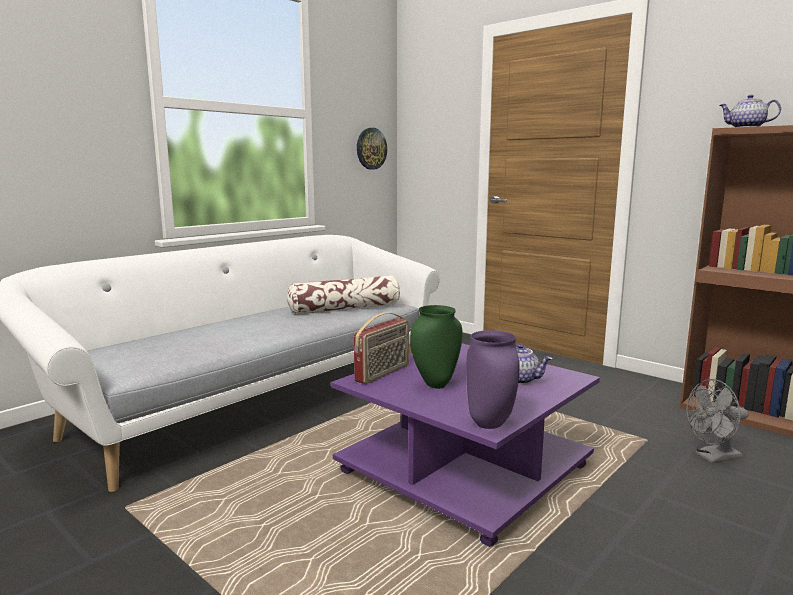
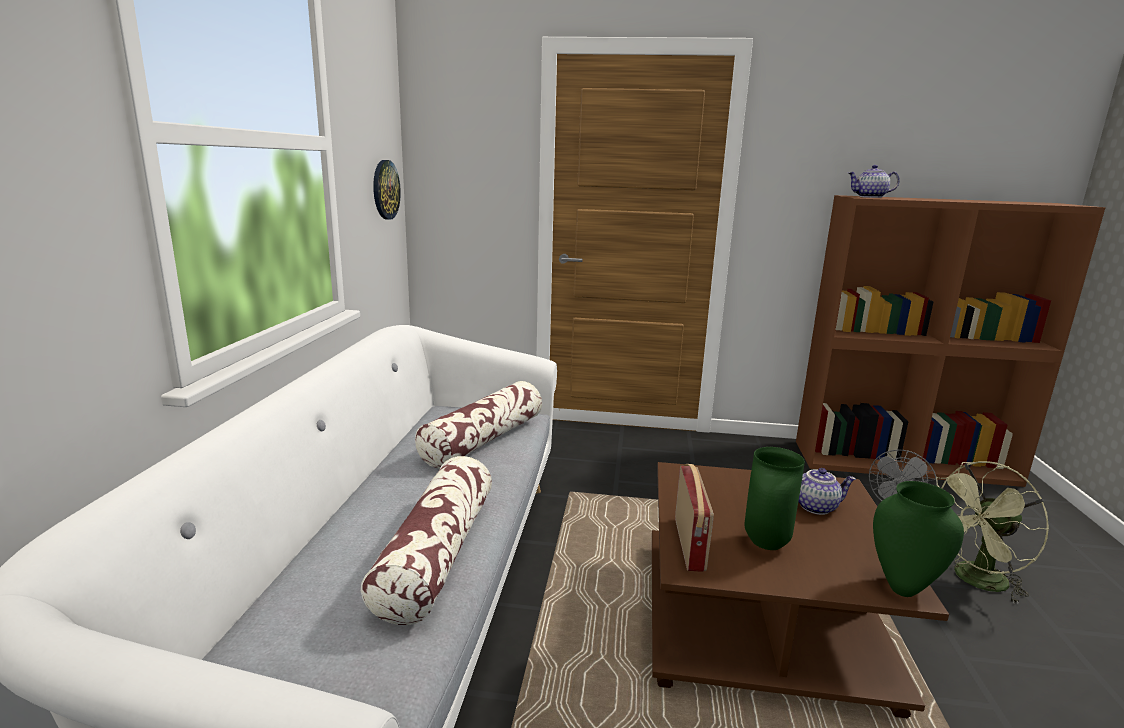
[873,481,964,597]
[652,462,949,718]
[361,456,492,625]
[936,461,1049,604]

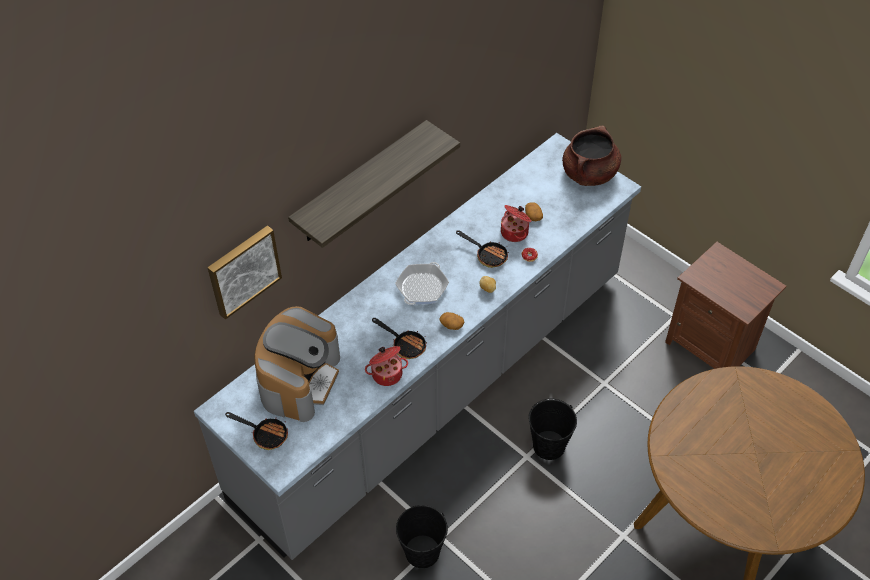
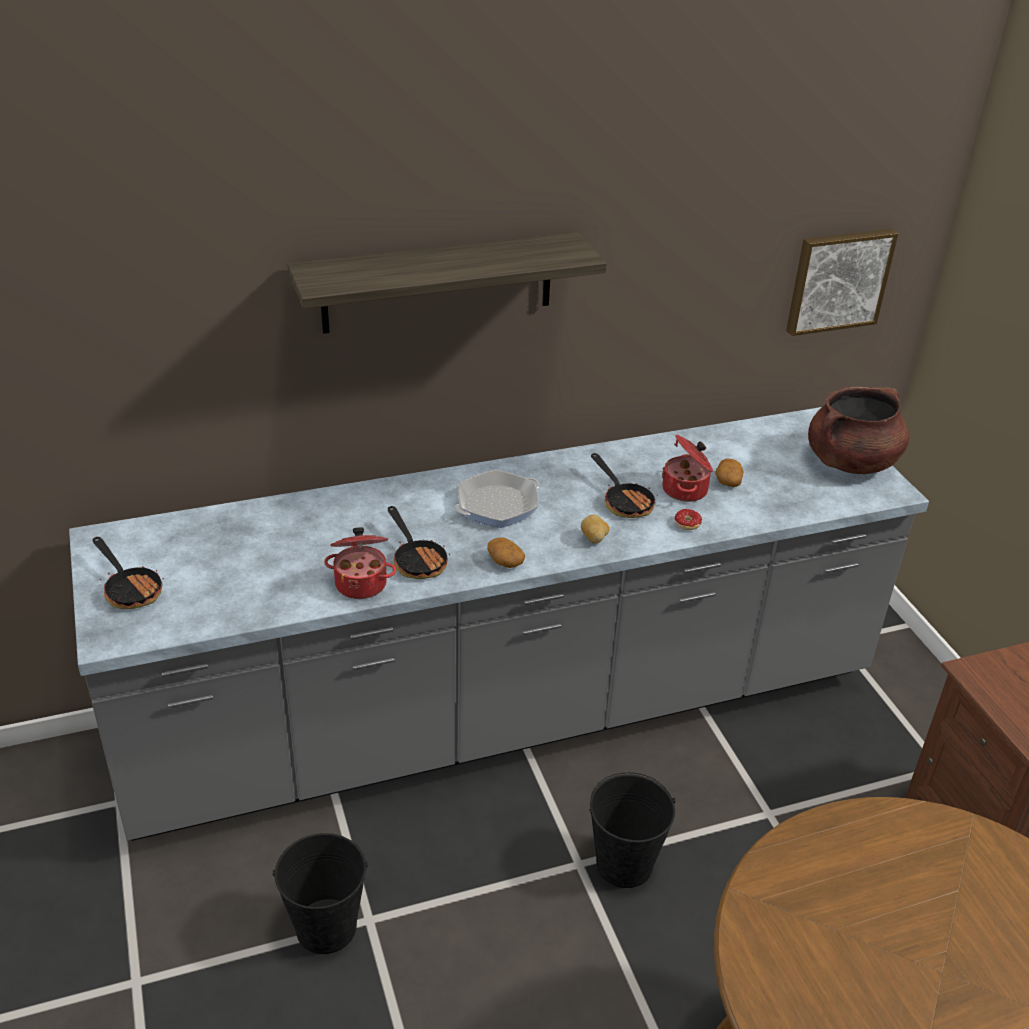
[786,229,898,336]
[254,306,340,422] (first image)

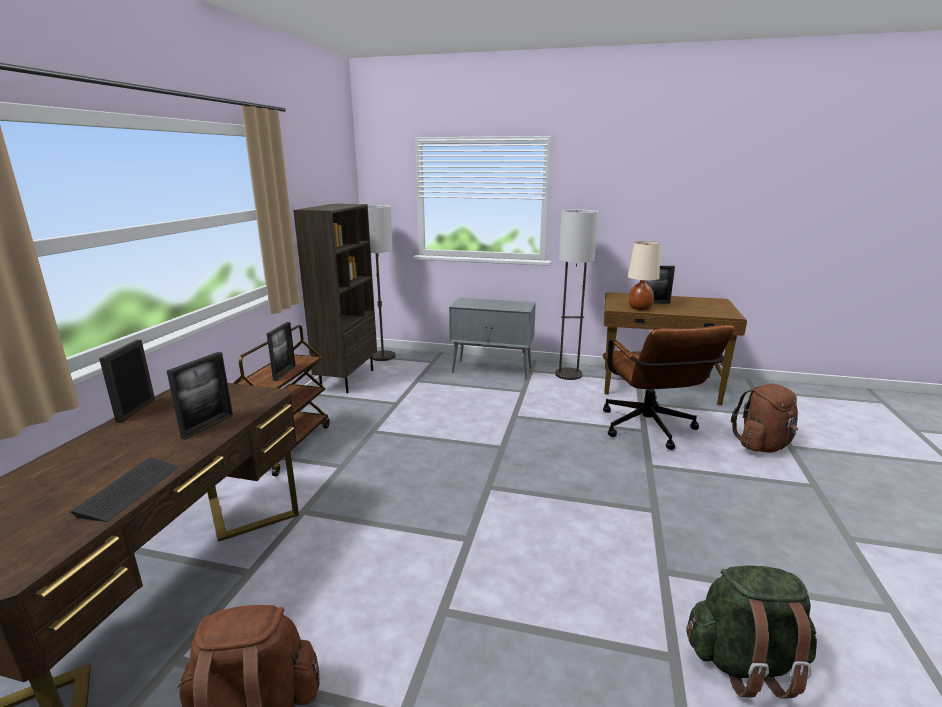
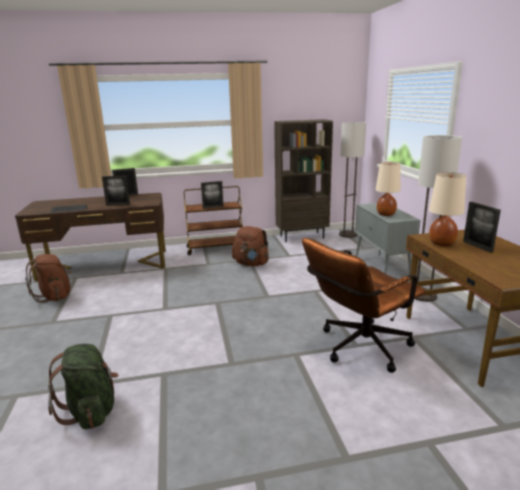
[232,226,269,266]
[376,162,401,216]

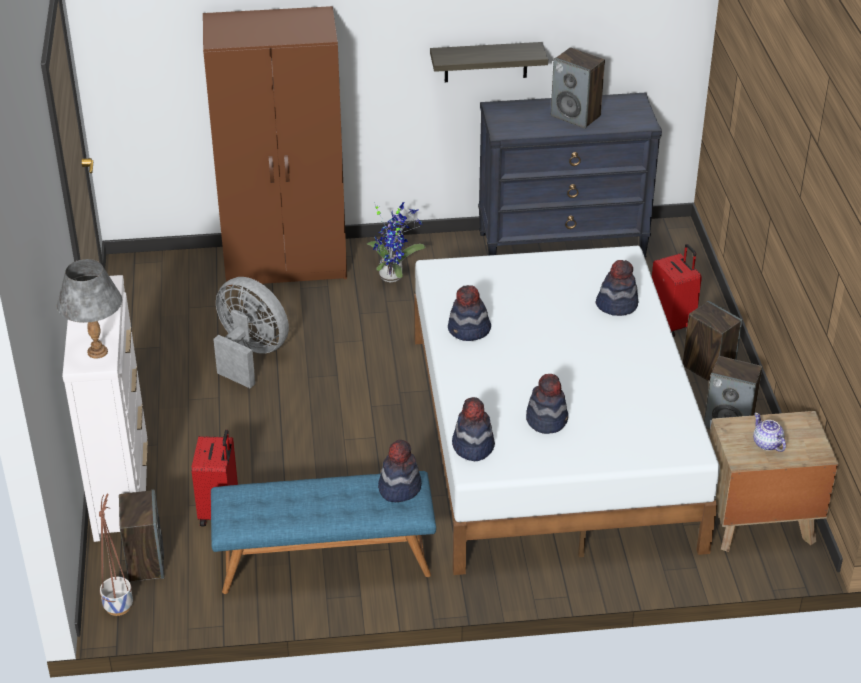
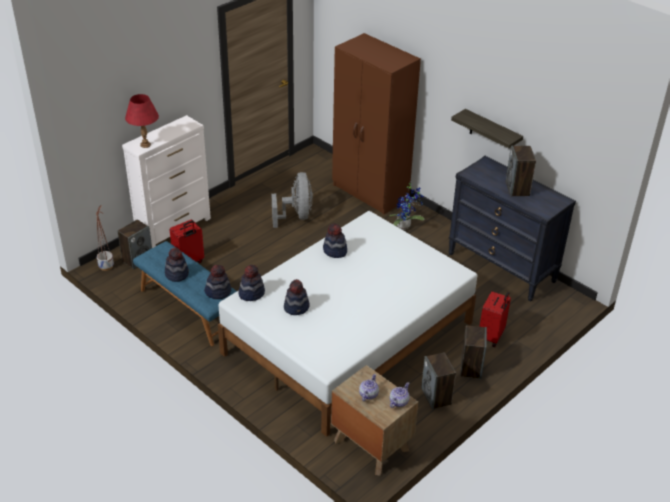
[125,94,159,148]
[165,248,189,282]
[390,382,410,408]

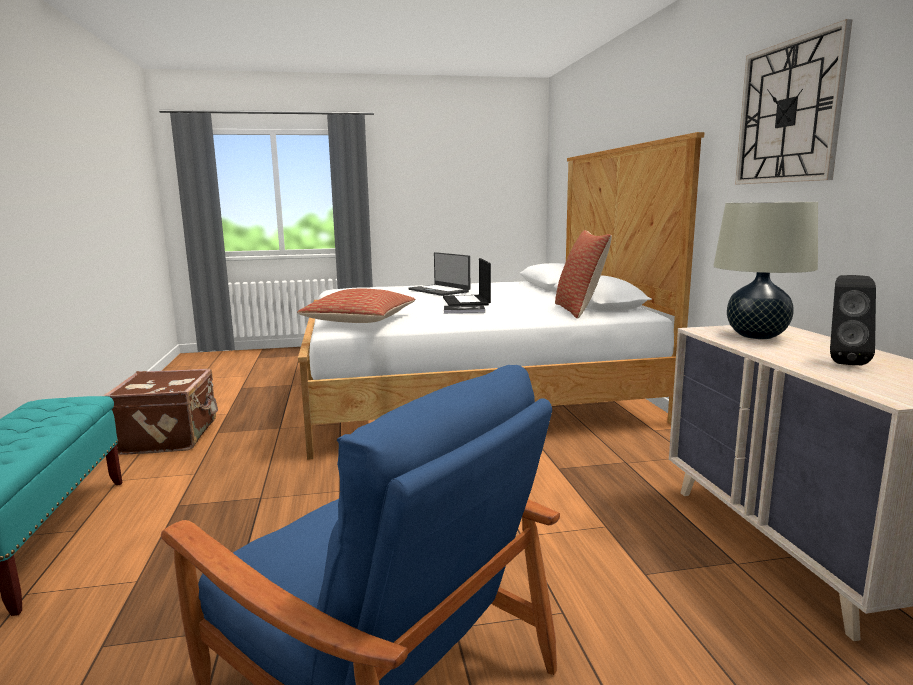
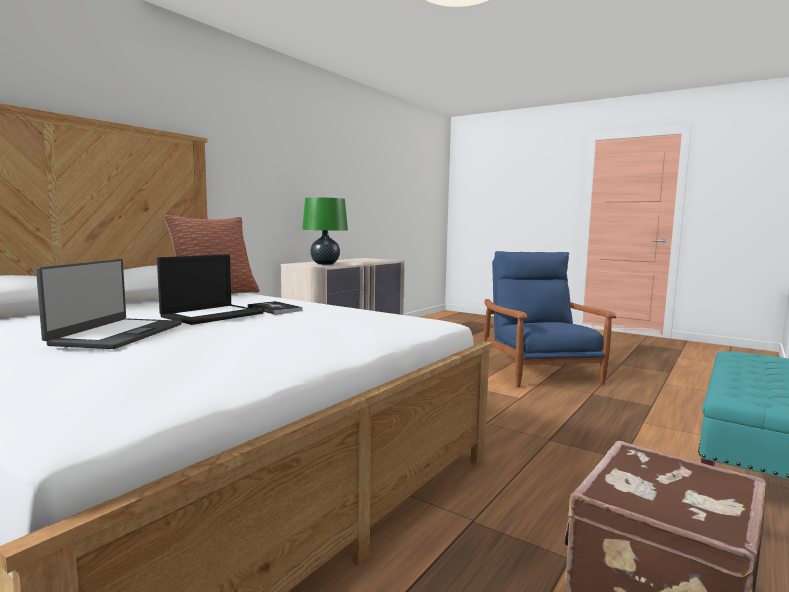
[735,19,853,184] (first image)
[302,197,348,265]
[830,275,876,365] (first image)
[297,289,415,323] (first image)

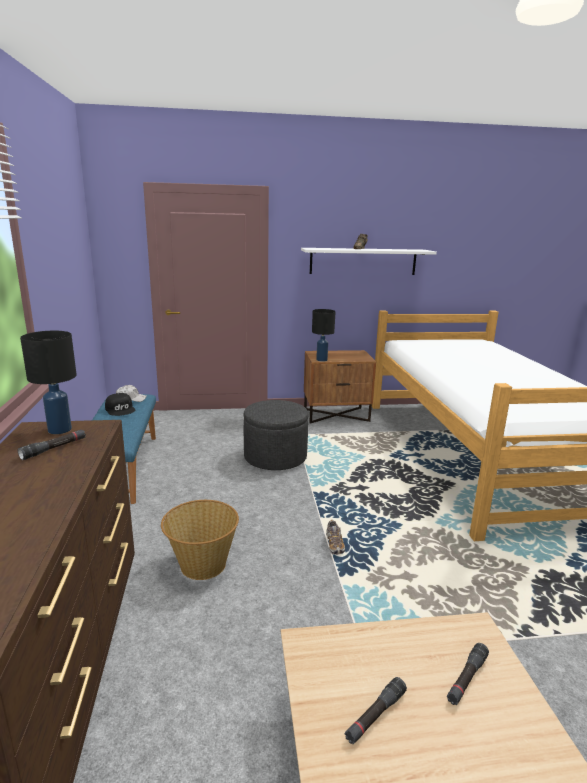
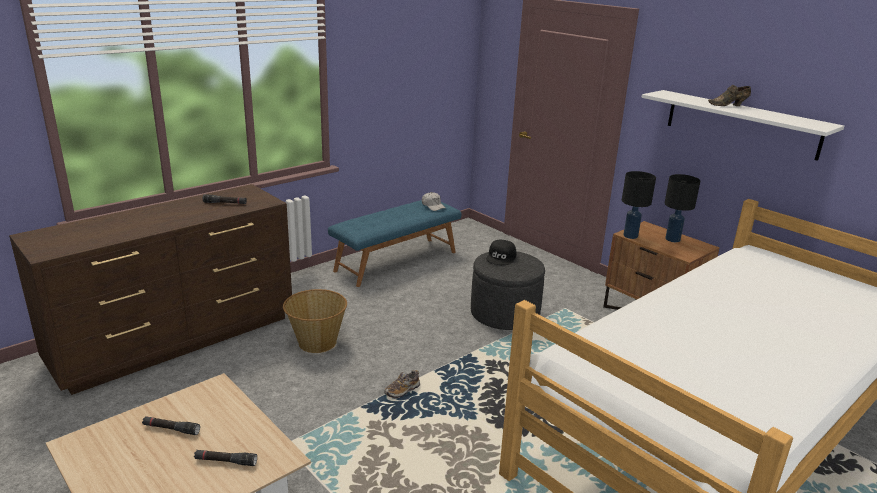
[665,174,700,242]
[486,240,516,265]

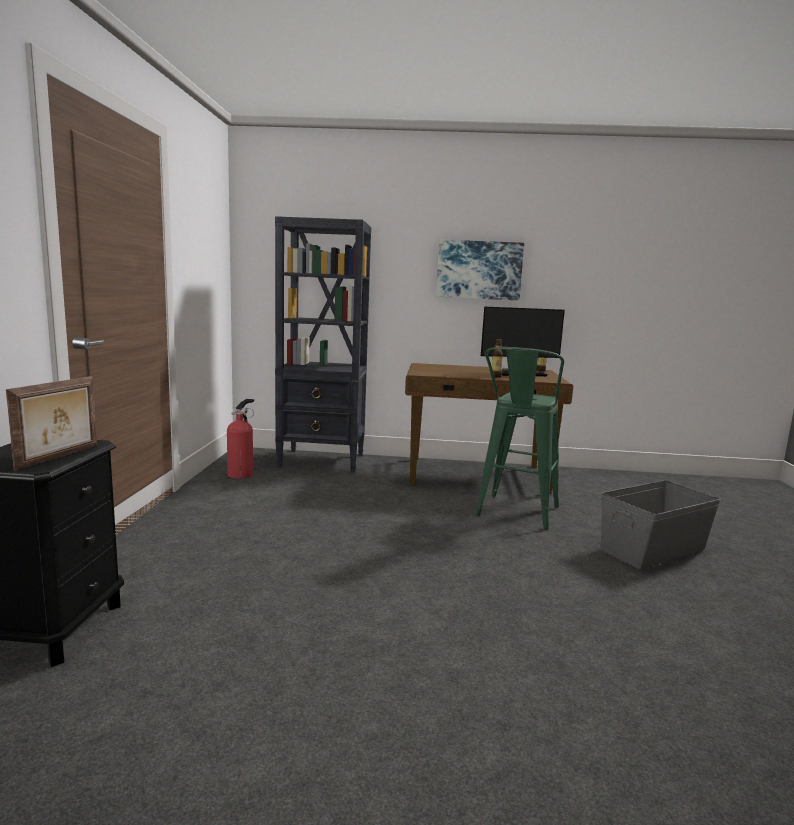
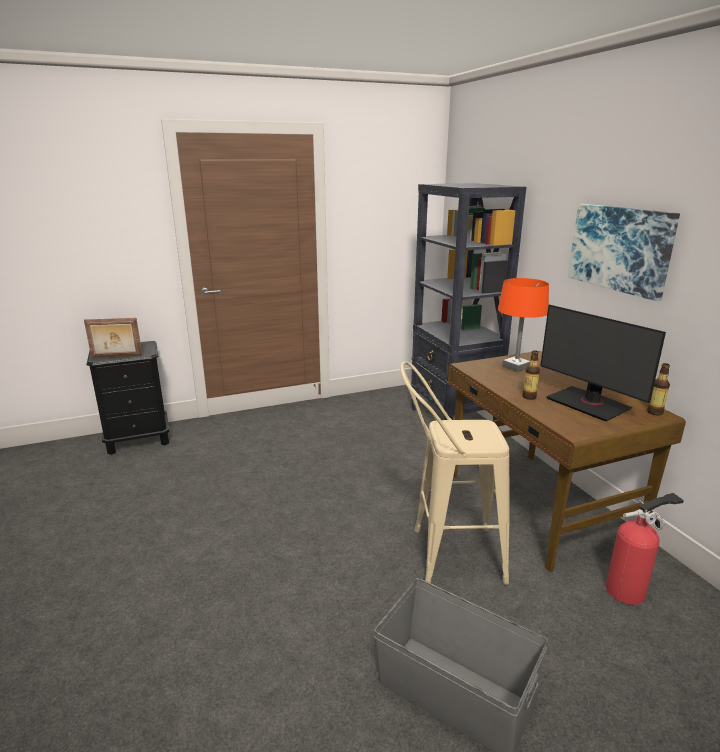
[400,361,510,585]
[606,493,684,605]
[498,278,549,372]

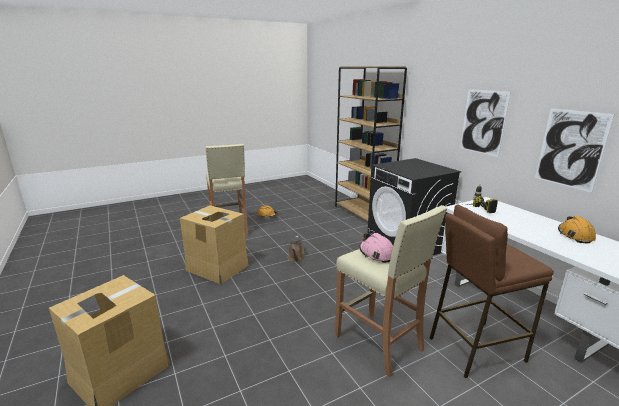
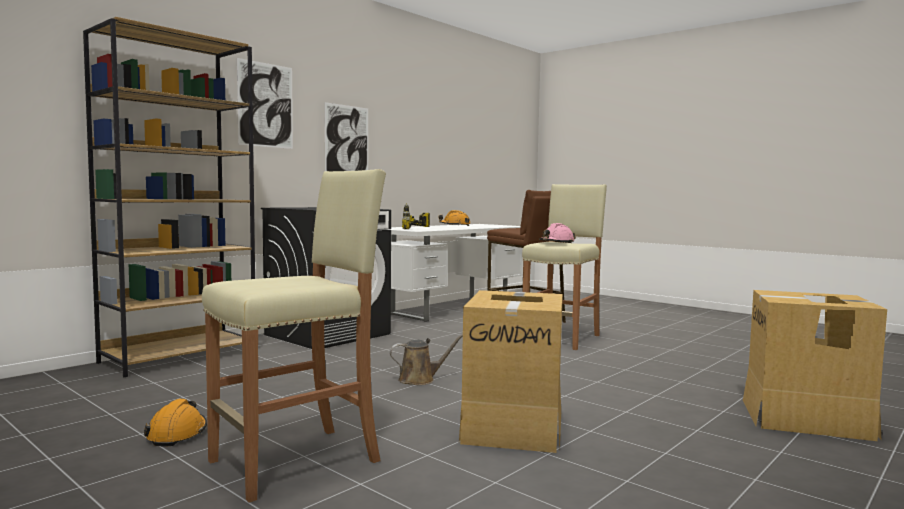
[237,58,293,149]

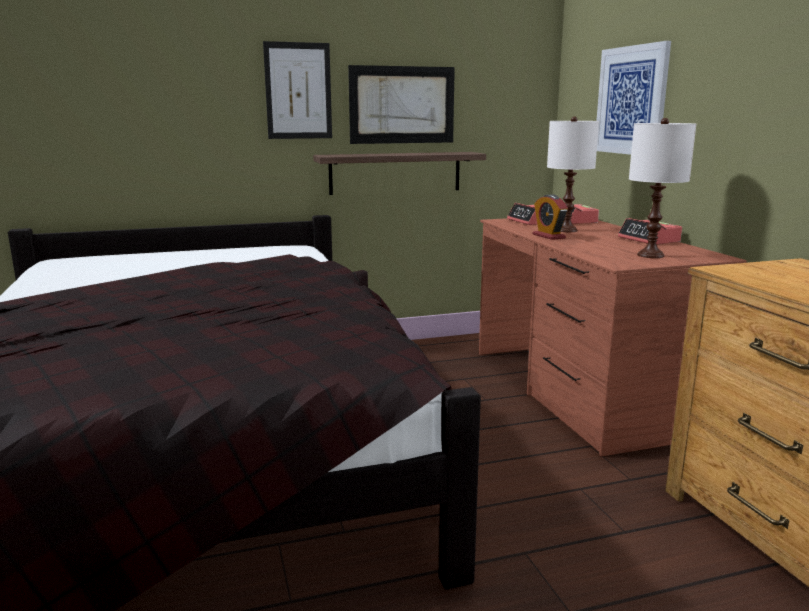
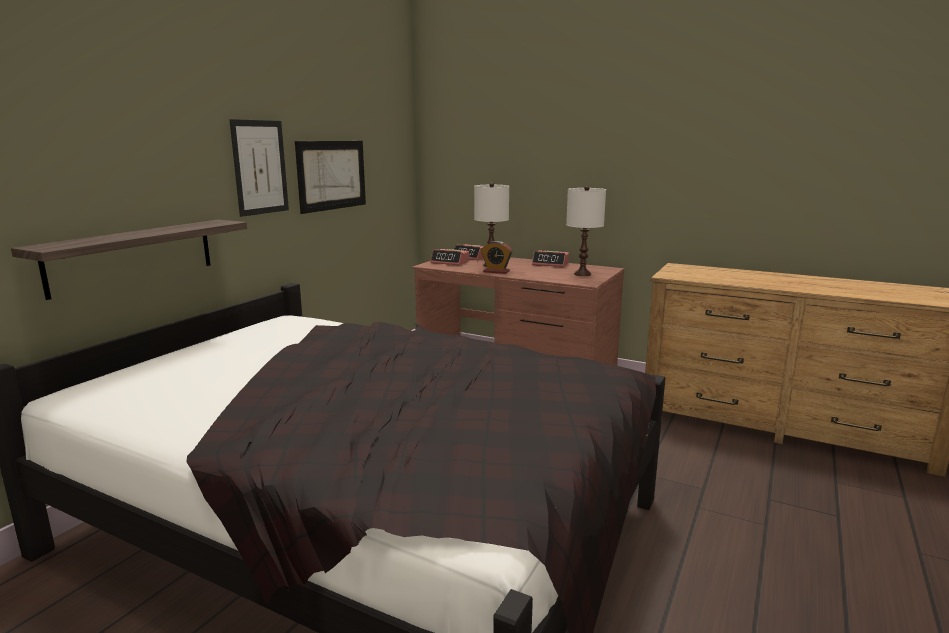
[596,41,671,155] (first image)
[11,220,247,300]

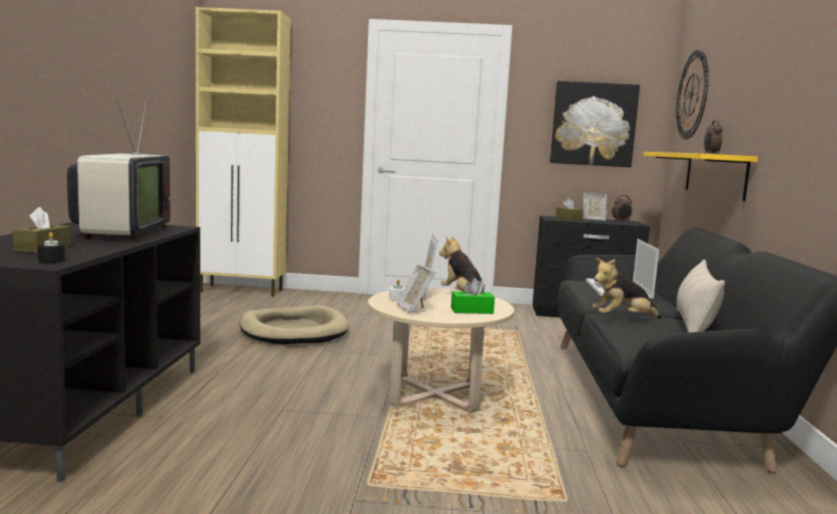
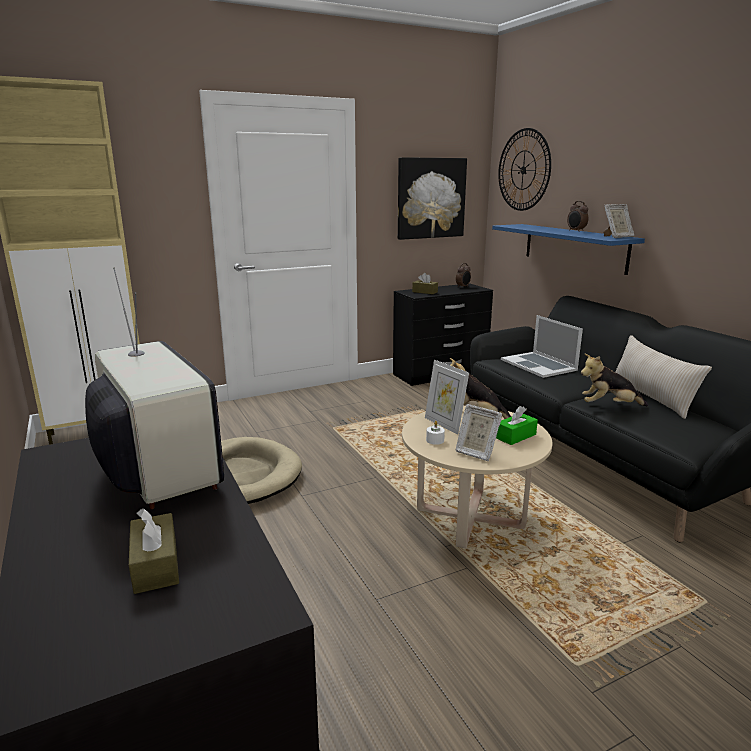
[492,224,645,275]
[604,204,634,238]
[38,232,65,263] (first image)
[581,354,648,407]

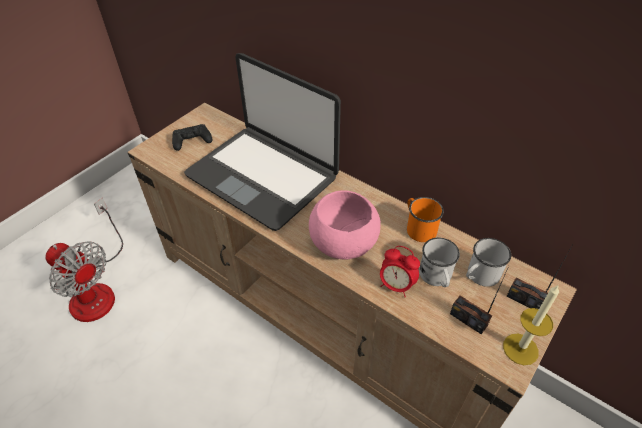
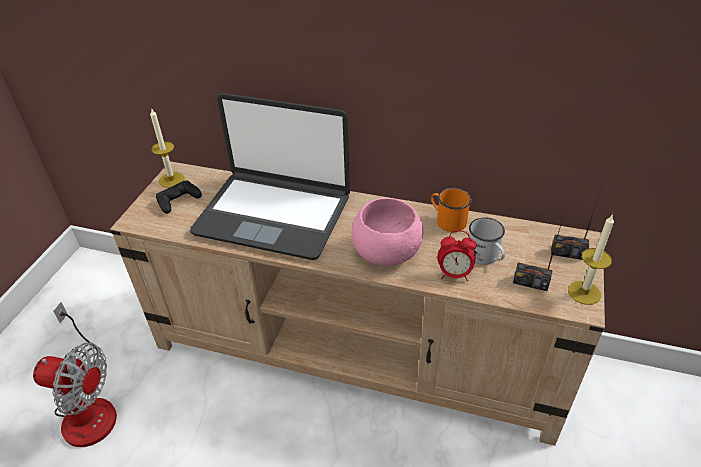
[466,238,511,287] (first image)
[150,108,185,188]

